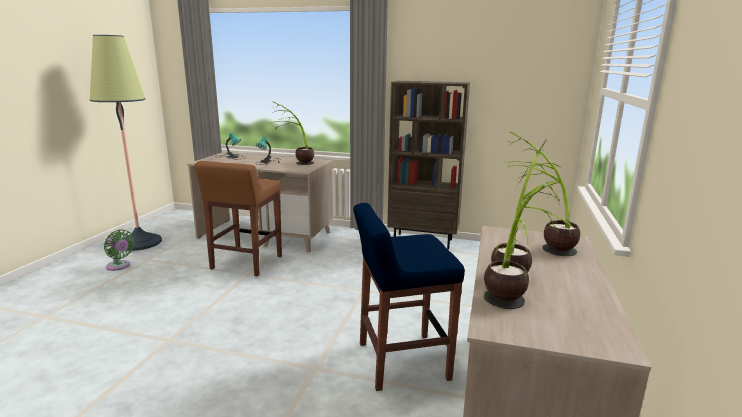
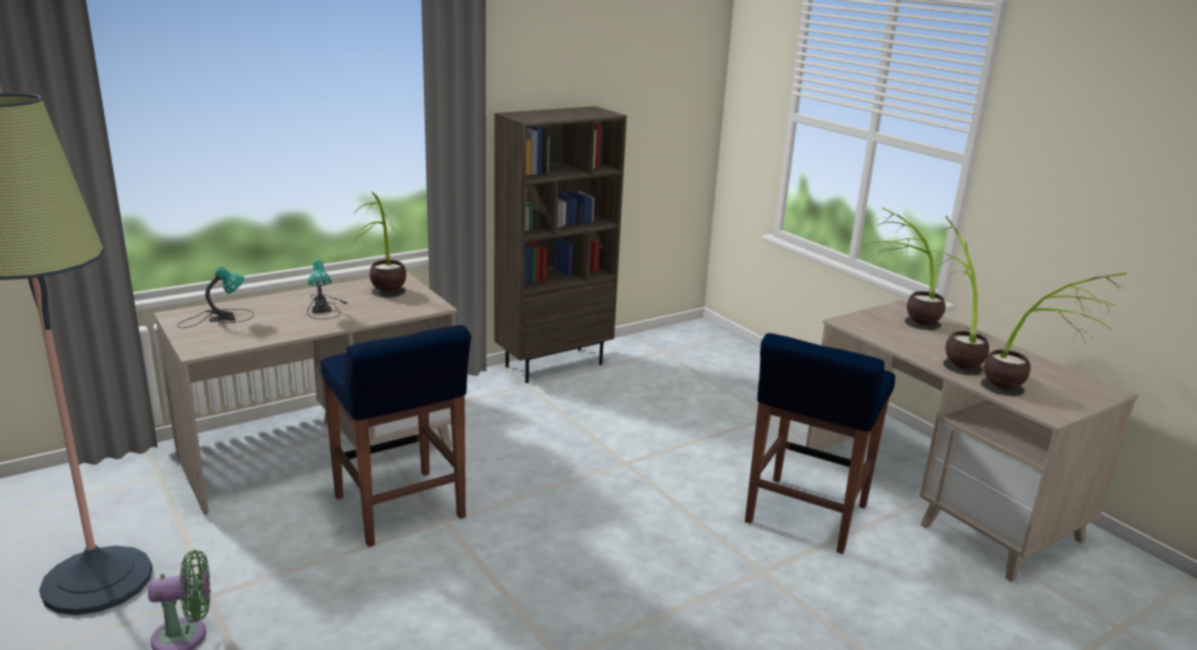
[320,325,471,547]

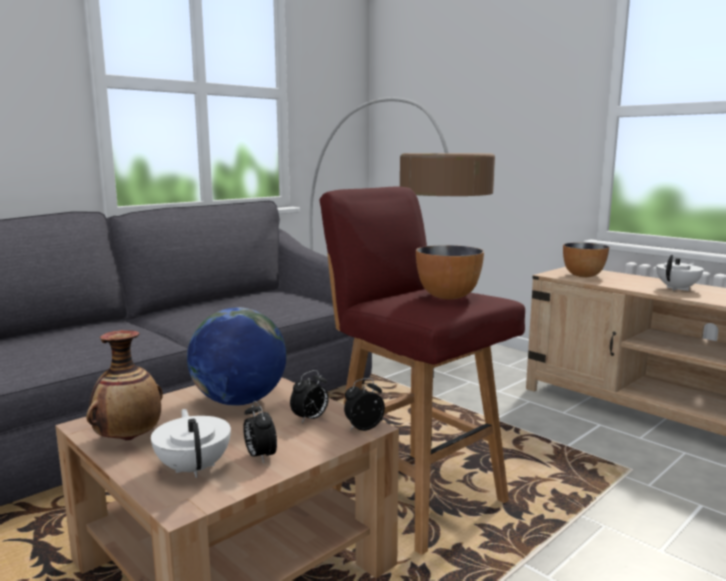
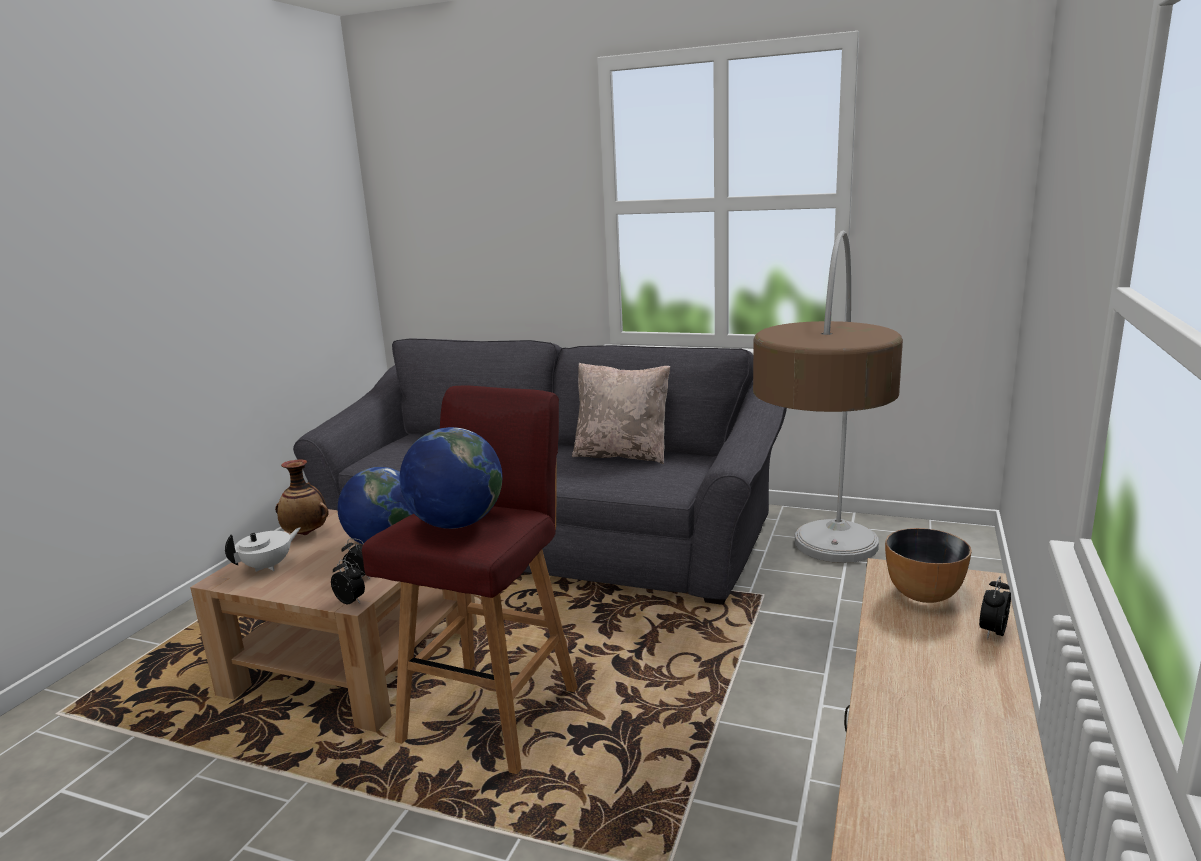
[400,427,502,529]
[656,255,704,291] (first image)
[979,576,1011,639]
[572,363,670,464]

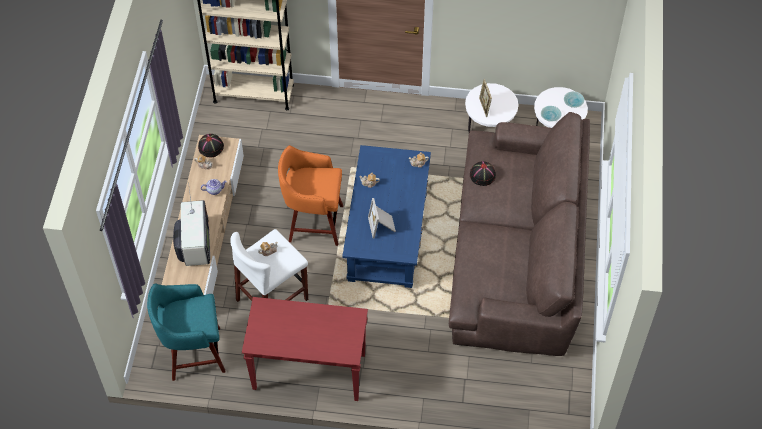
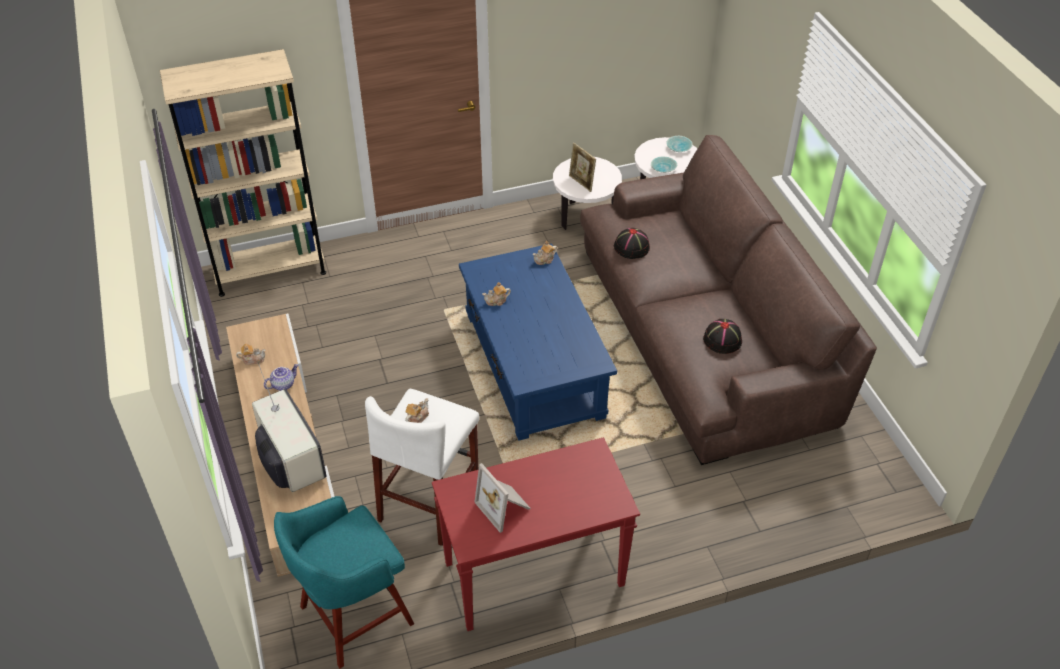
[703,319,742,354]
[278,145,343,246] (first image)
[474,463,531,533]

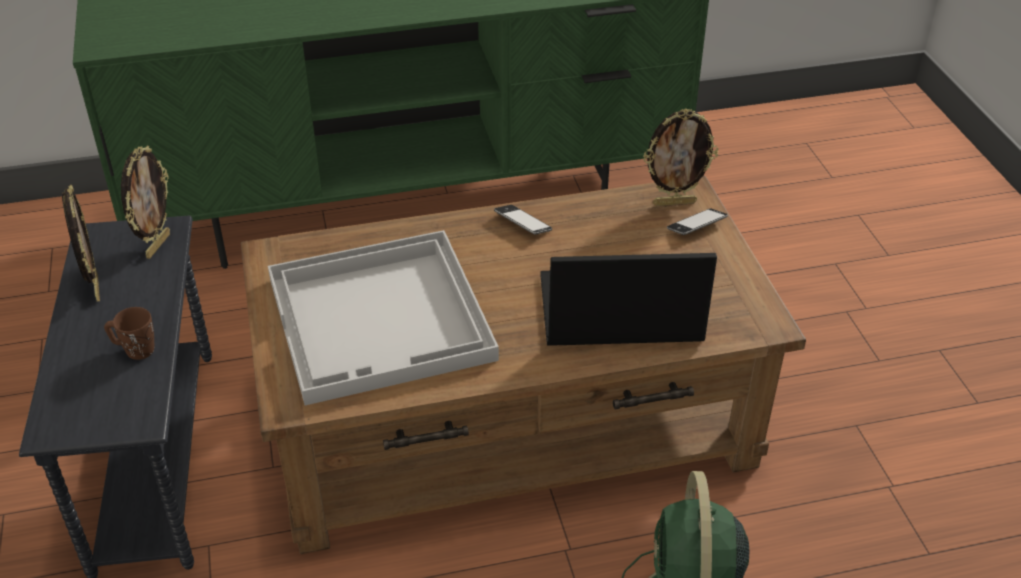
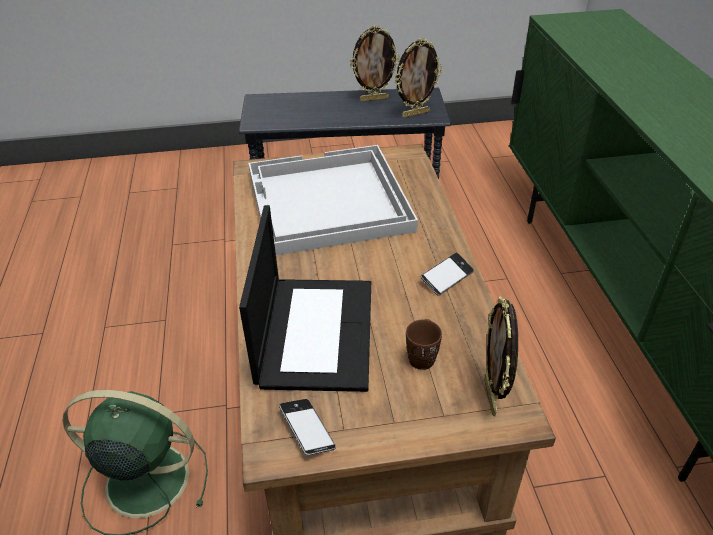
[394,38,442,118]
[279,399,336,456]
[406,319,442,370]

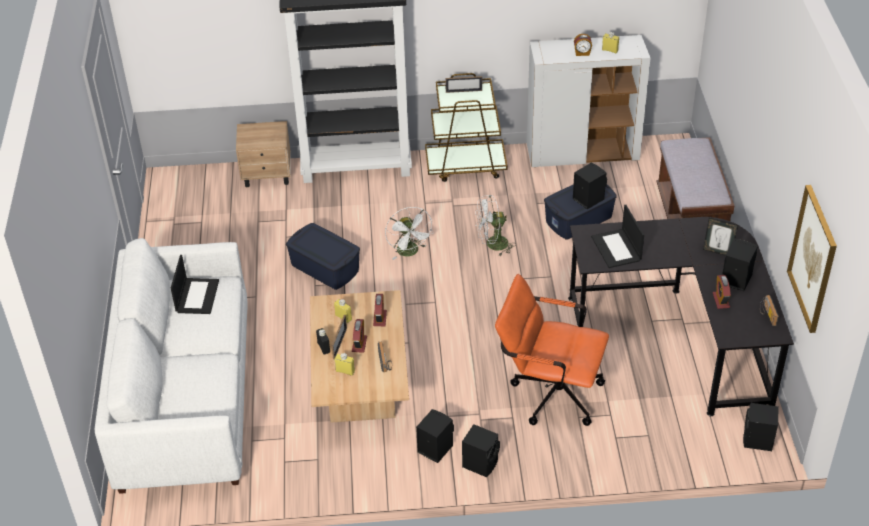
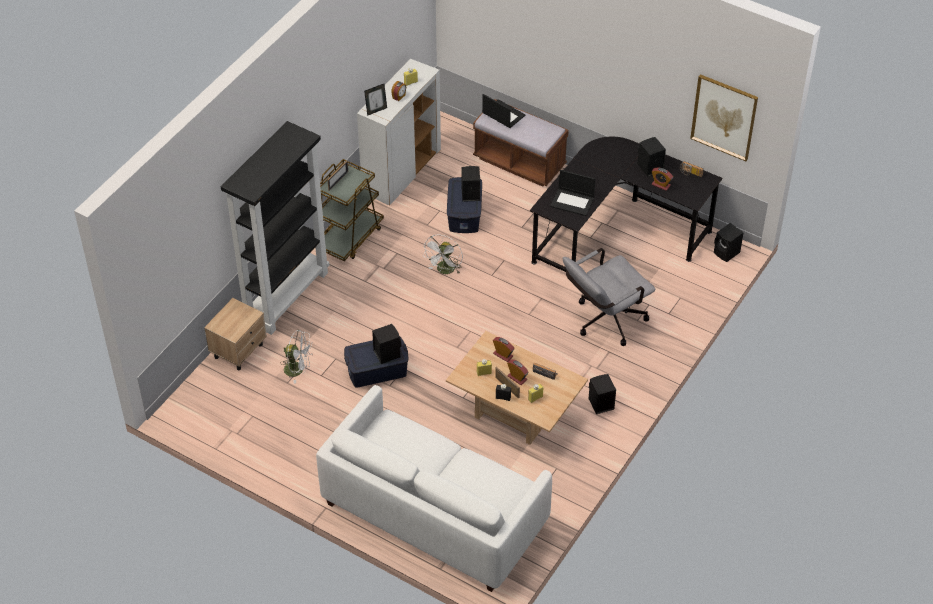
[281,330,313,384]
[364,84,387,116]
[482,94,525,128]
[563,248,655,346]
[372,324,401,364]

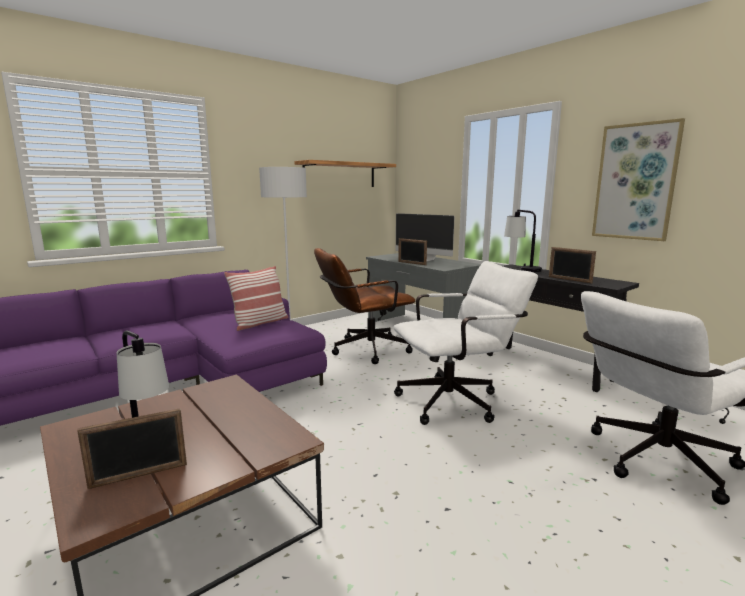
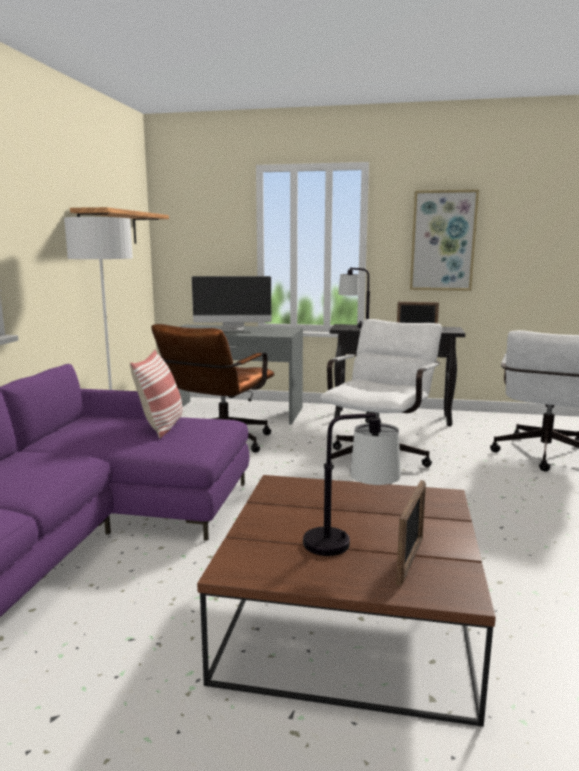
[398,238,427,265] (first image)

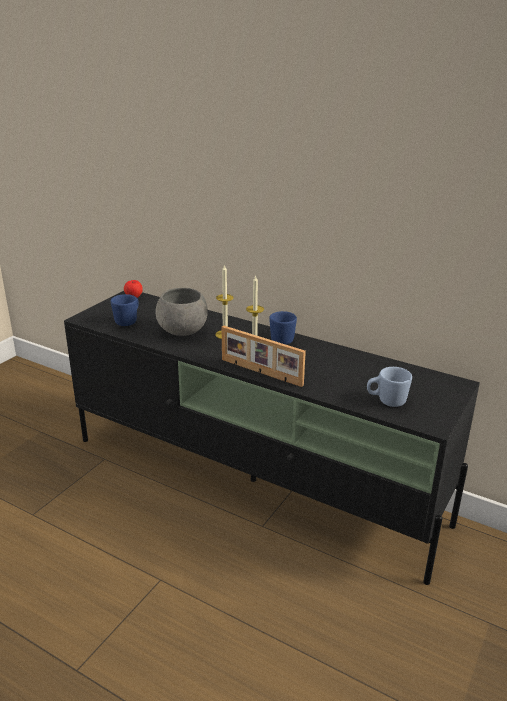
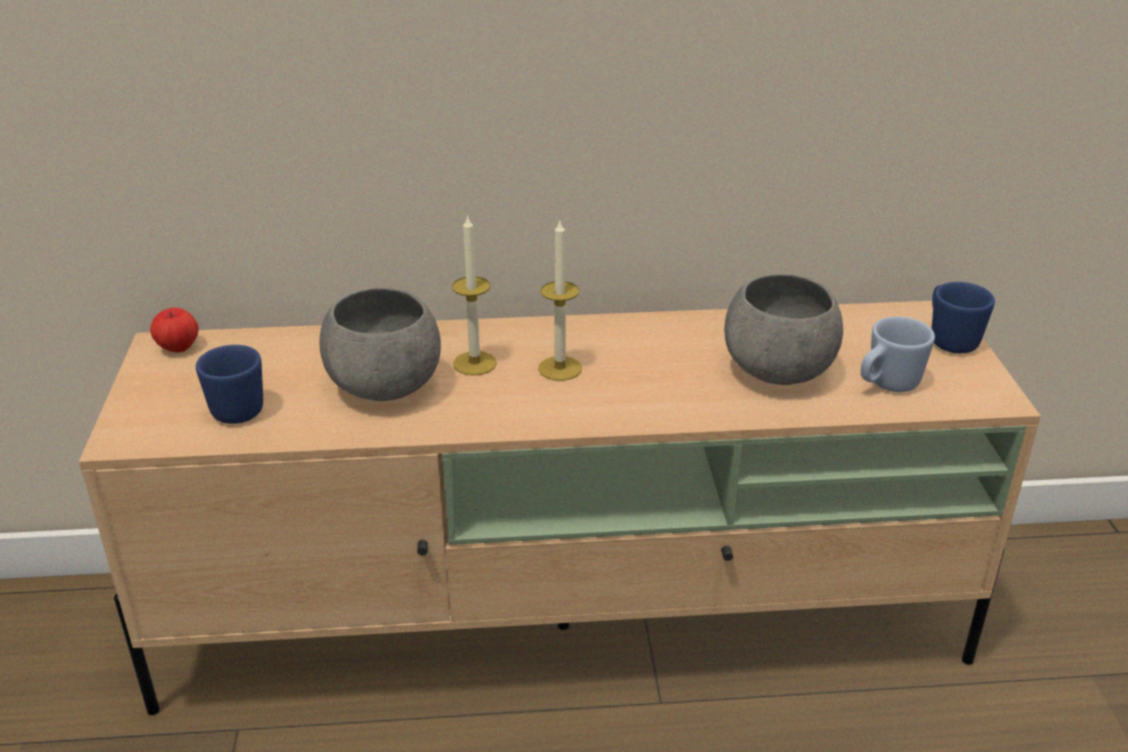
[79,301,1041,715]
[932,282,995,354]
[222,326,306,387] (first image)
[724,274,843,385]

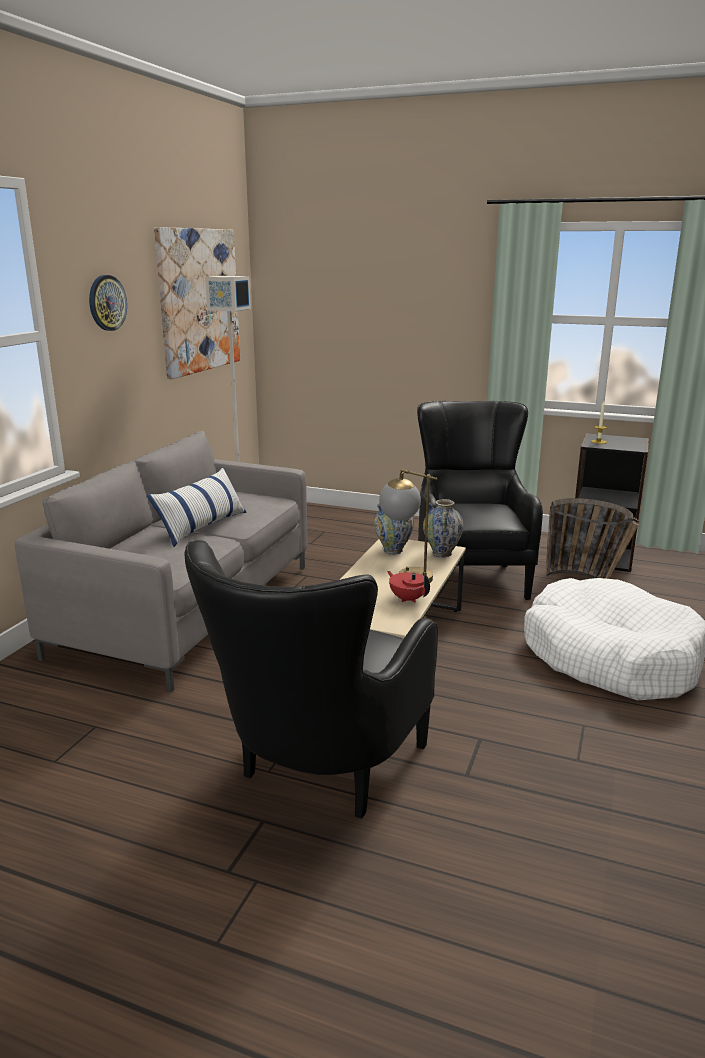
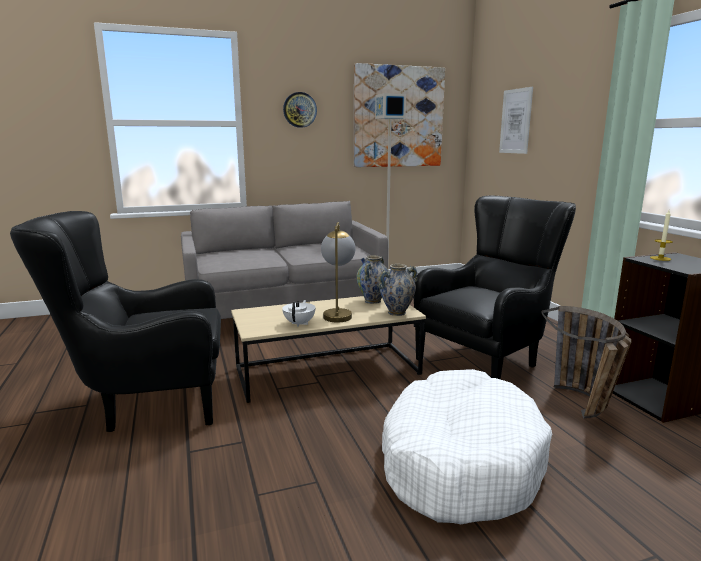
[147,467,246,547] (first image)
[282,300,316,327]
[499,87,533,154]

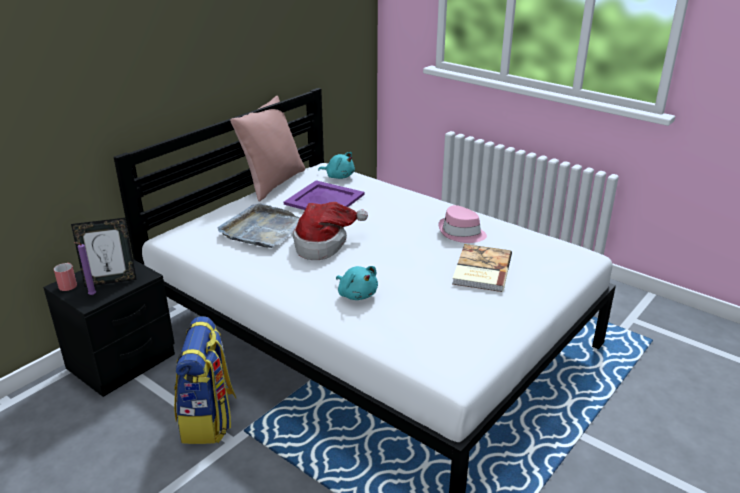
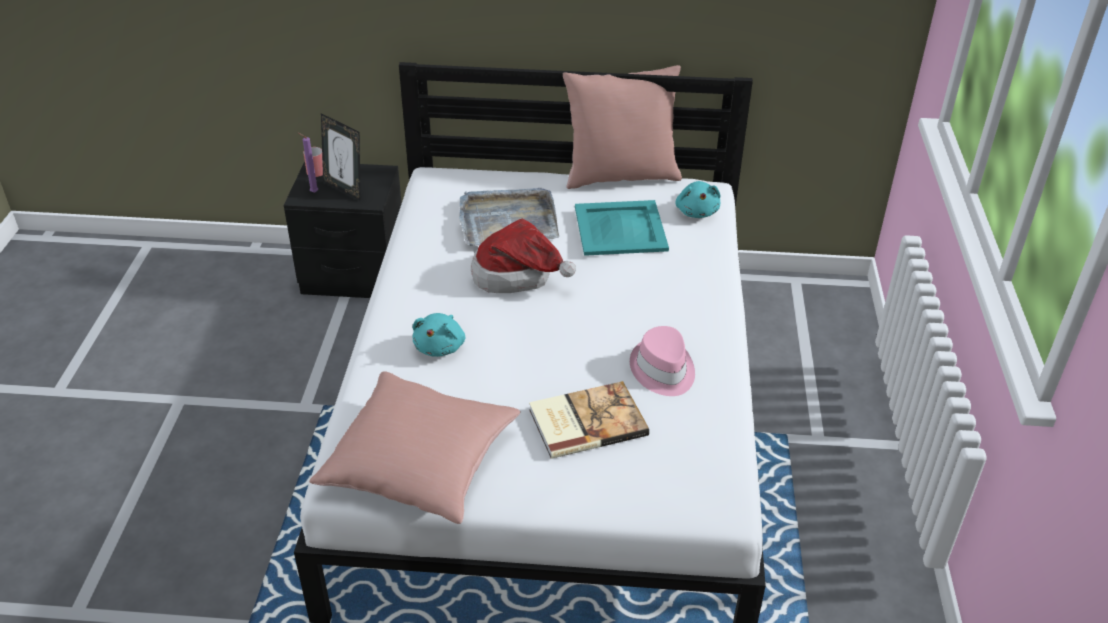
[575,200,669,256]
[174,316,237,444] (first image)
[309,371,521,524]

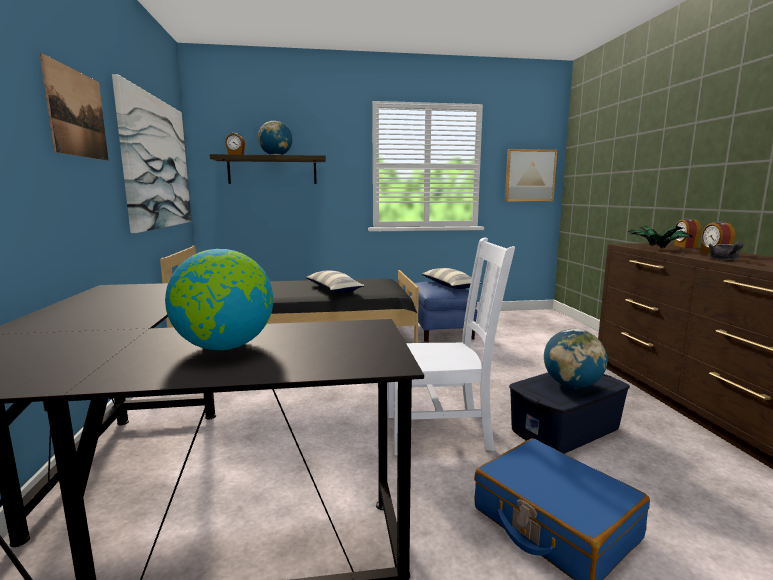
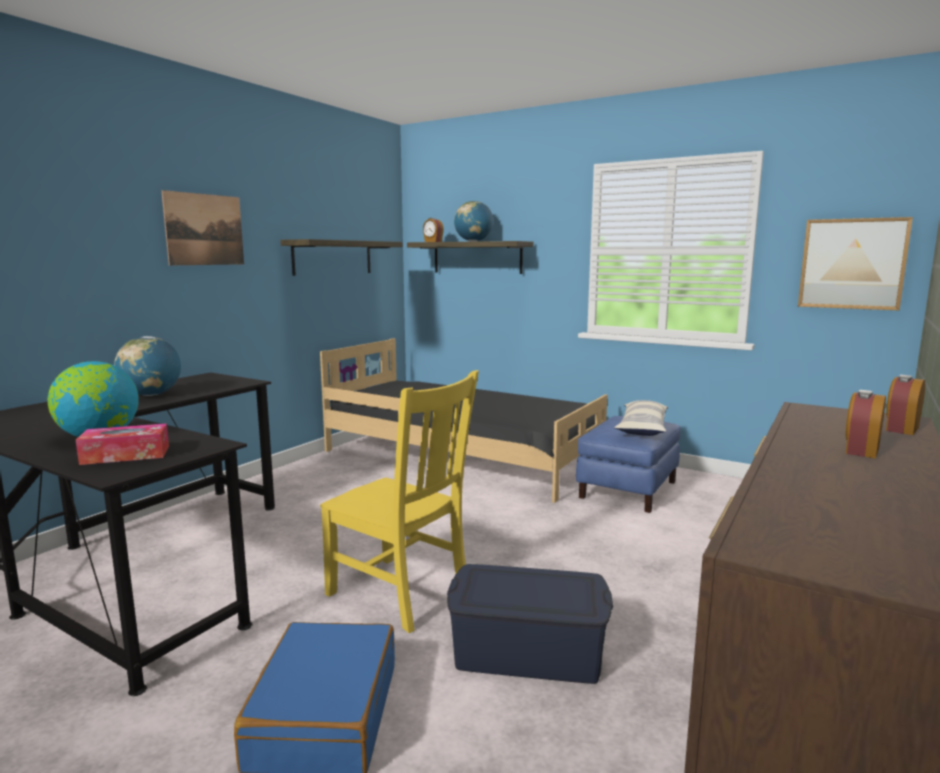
[280,239,403,276]
[628,226,693,249] (first image)
[320,370,479,633]
[708,242,743,260] (first image)
[305,270,365,293] (first image)
[114,336,181,396]
[76,423,169,465]

